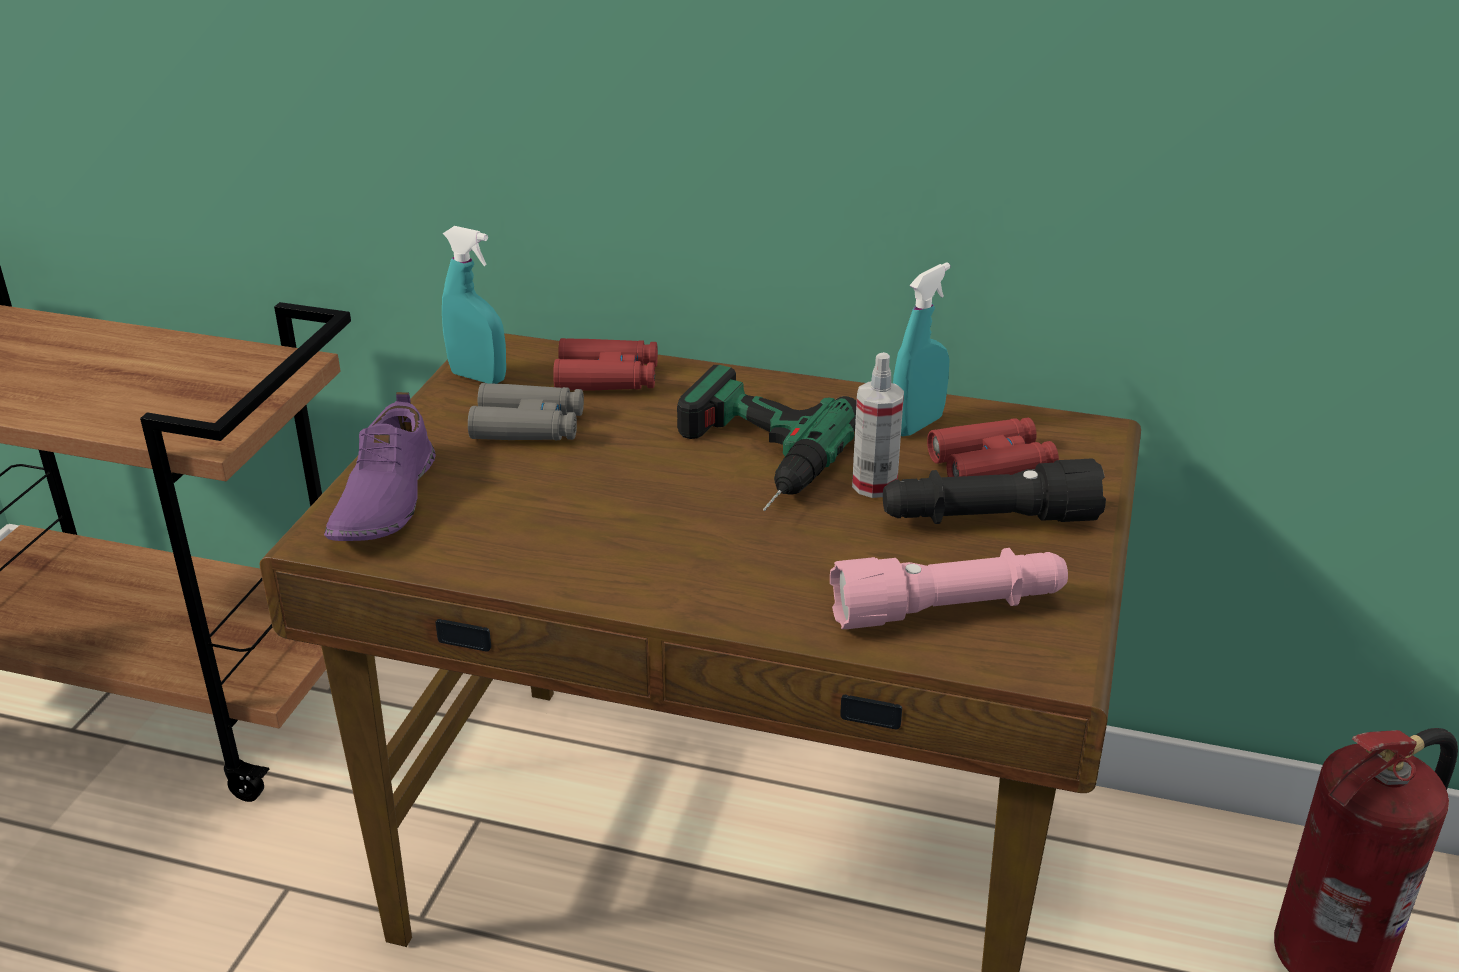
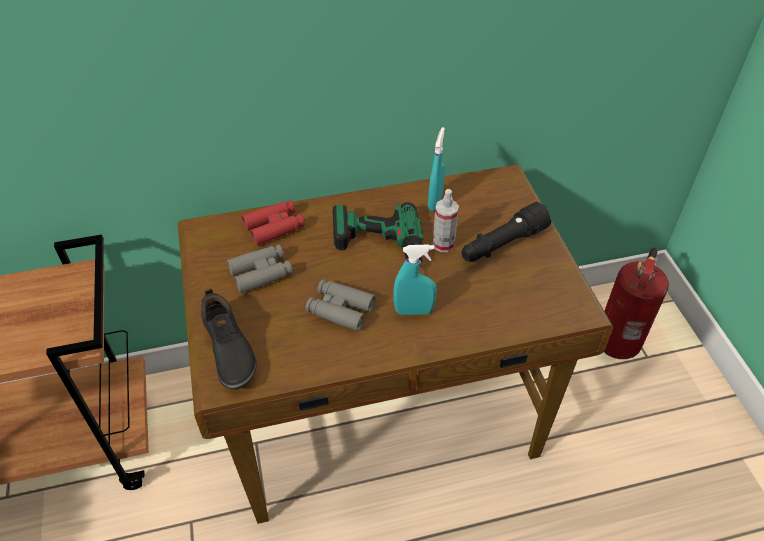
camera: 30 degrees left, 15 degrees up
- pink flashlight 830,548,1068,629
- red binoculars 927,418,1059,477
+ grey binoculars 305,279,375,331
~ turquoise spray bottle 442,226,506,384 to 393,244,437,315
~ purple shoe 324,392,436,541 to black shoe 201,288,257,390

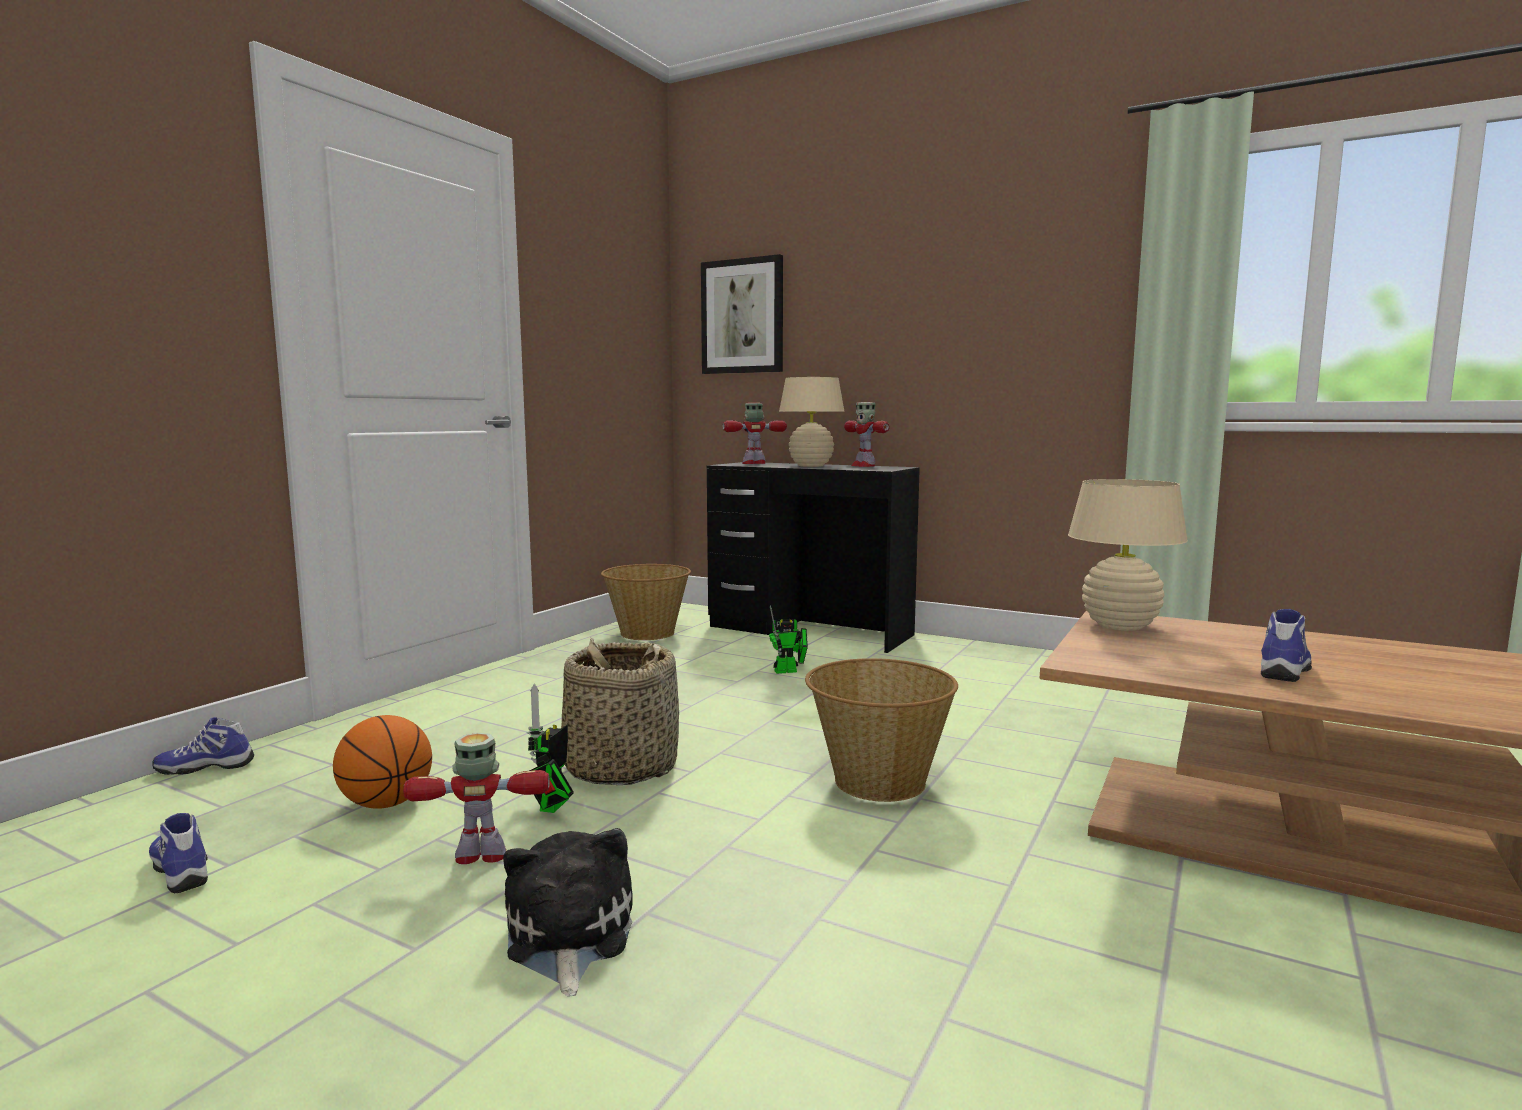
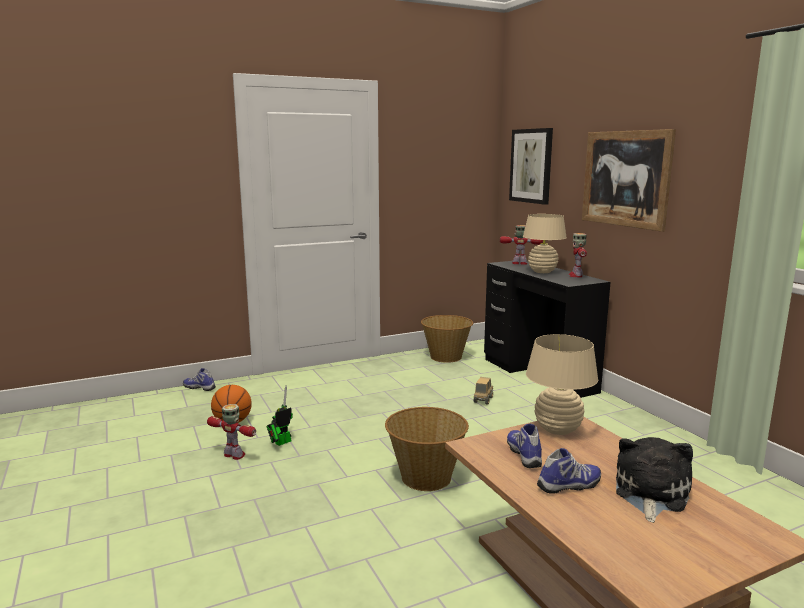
camera: 35 degrees right, 5 degrees up
- basket 561,637,679,785
+ picture 582,129,676,232
~ shoe 149,813,208,893 to 507,423,542,468
~ plush toy 503,828,633,996 to 616,437,693,523
~ toy robot 769,605,808,674 to toy truck 474,377,493,405

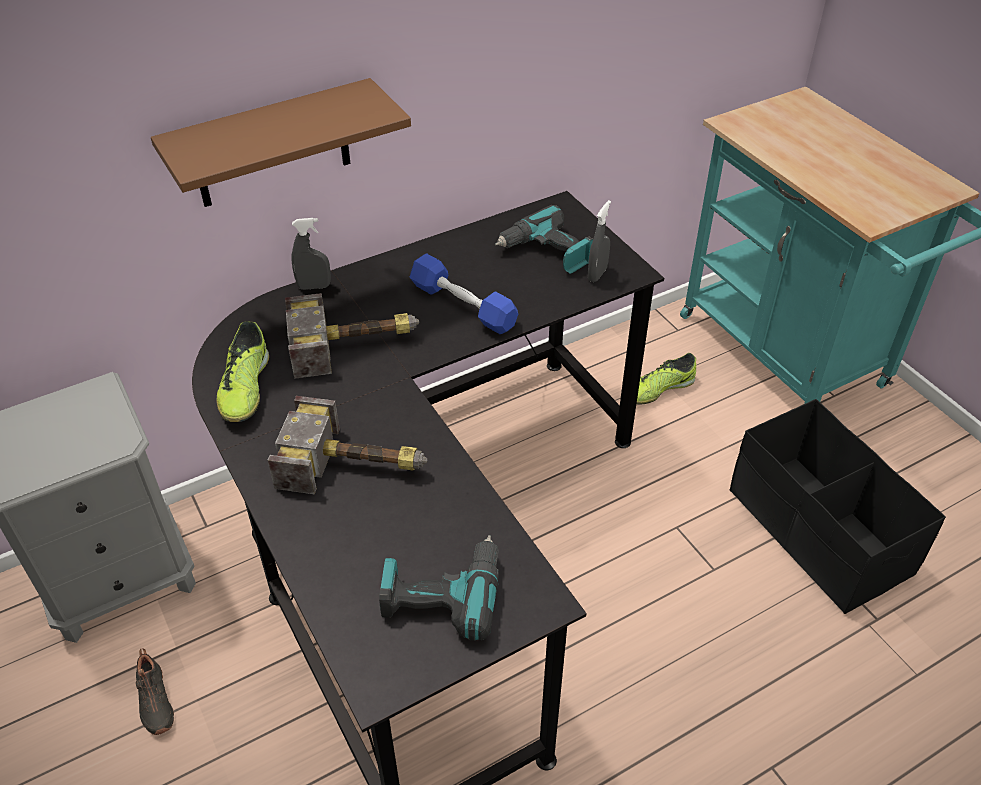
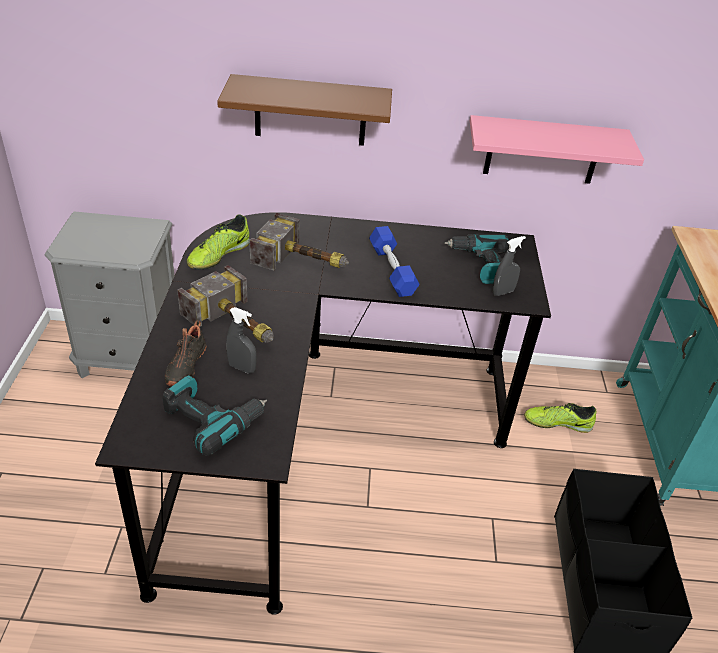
camera: 30 degrees right, 5 degrees down
+ pink shelf 470,115,644,184
~ black shoe 136,648,174,735 to 165,320,207,386
~ grey spray bottle 291,218,331,290 to 226,307,257,373

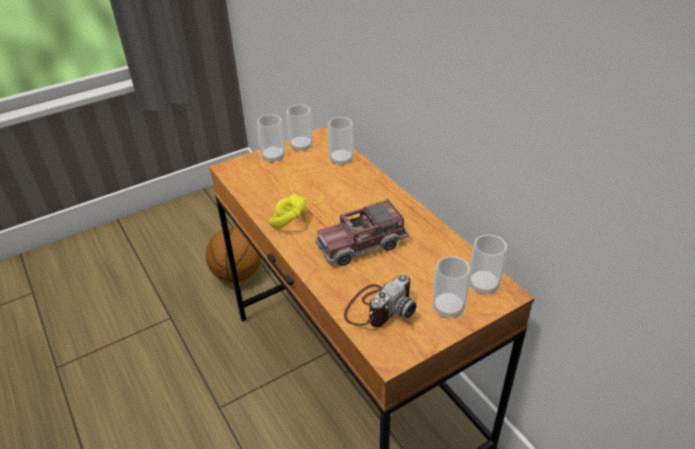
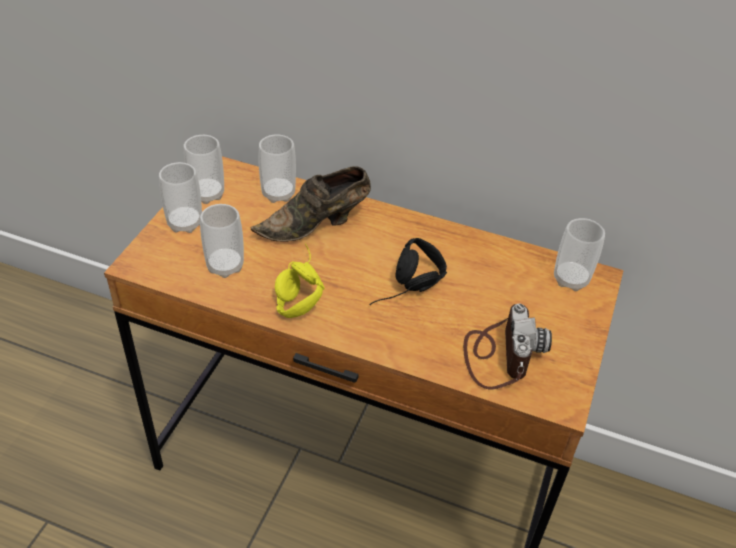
camera: 40 degrees left, 5 degrees up
- basketball 206,227,261,283
+ brown shoe 251,166,371,242
~ cup 433,256,470,318 to 200,204,244,278
~ toy truck 315,199,409,266 to black headphones 369,238,447,305

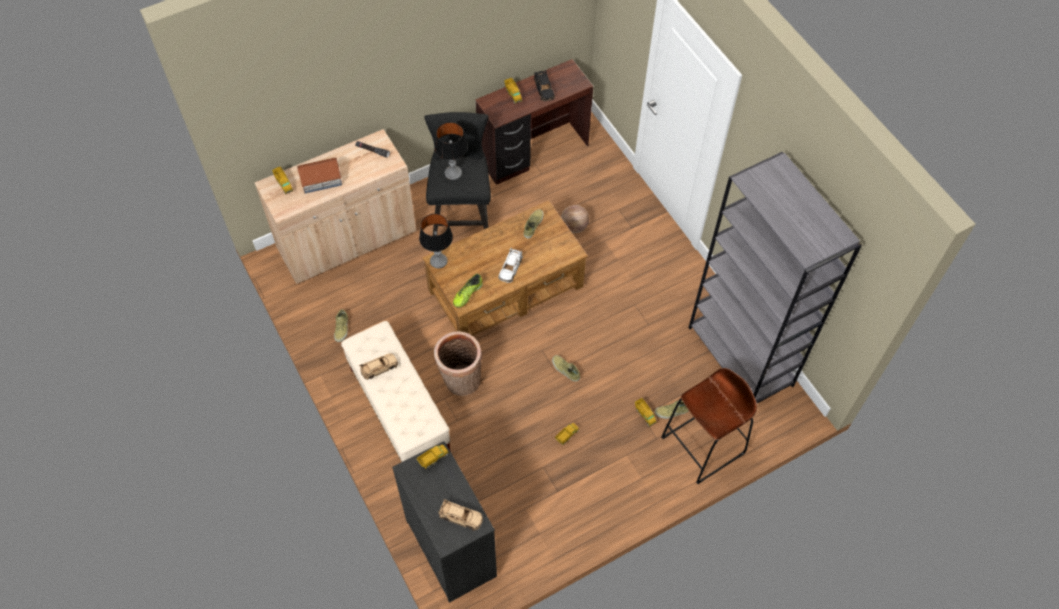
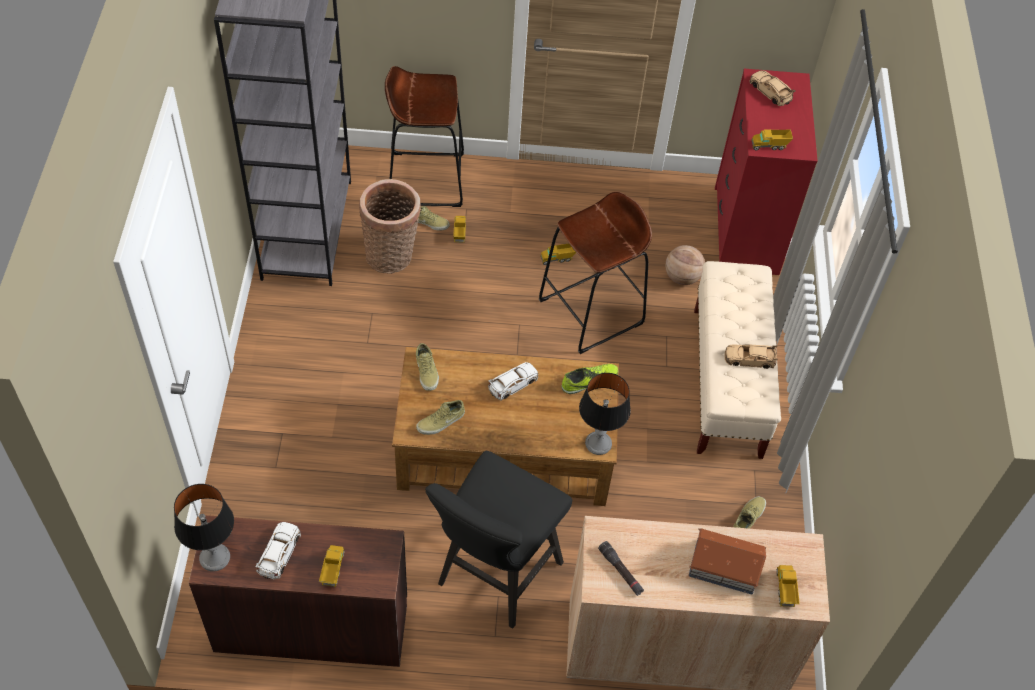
camera: 150 degrees left, 5 degrees down
+ brown stool 538,192,652,354
~ basket 434,331,482,396 to 359,179,421,274
~ table lamp 435,122,468,180 to 174,484,234,572
~ beige shoe 552,355,580,382 to 416,343,439,391
~ basketball 561,205,589,233 to 665,245,705,285
~ black dresser 392,441,497,603 to red dresser 715,69,818,275
~ black toy car 534,70,555,101 to white toy car 255,522,301,579

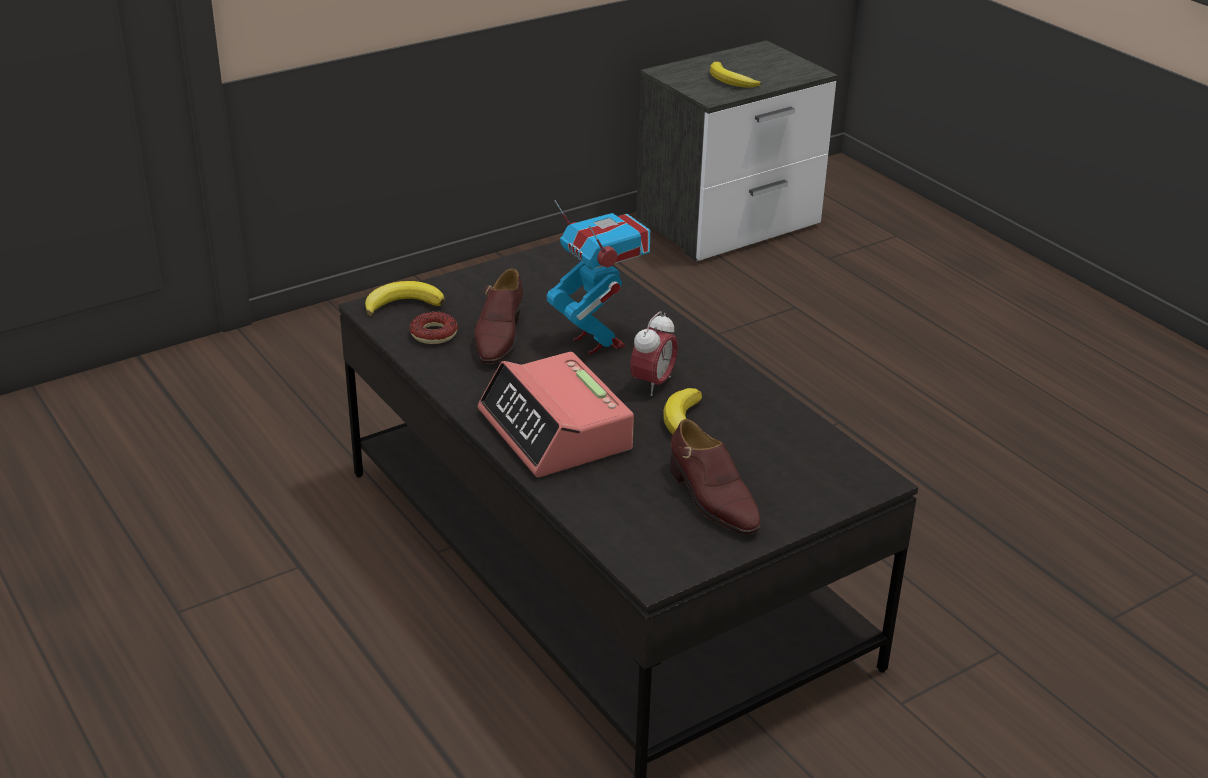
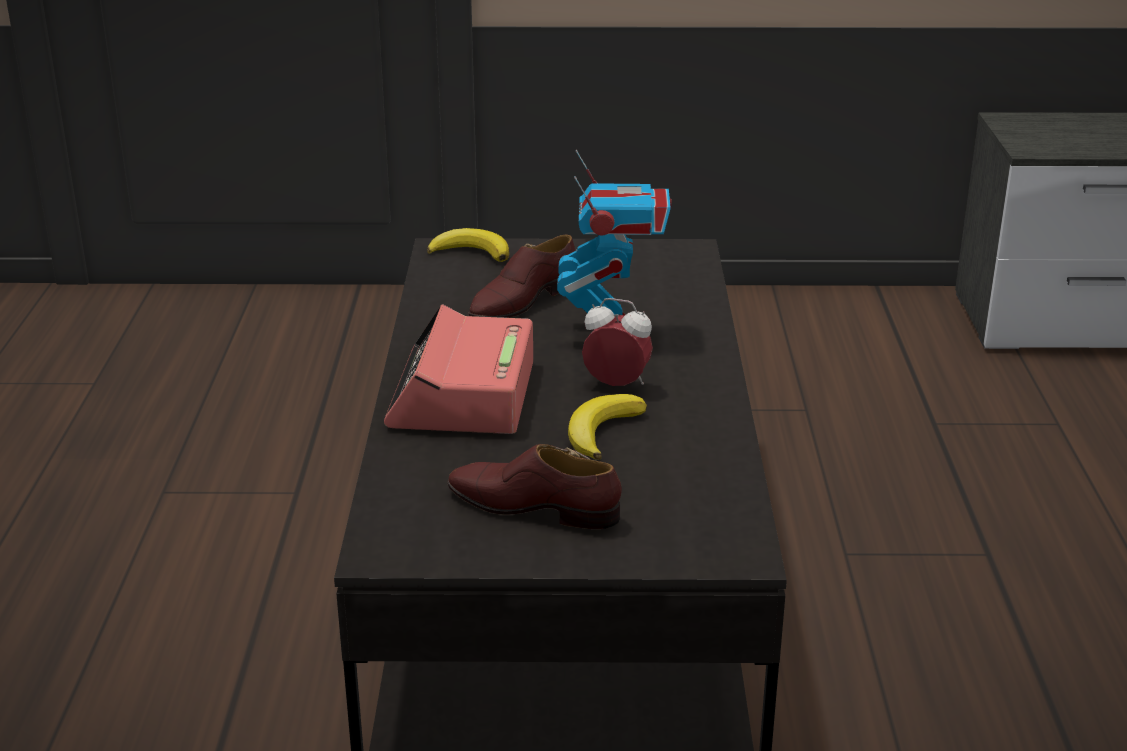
camera: 35 degrees right, 5 degrees down
- donut 410,311,458,344
- banana 710,62,761,88
~ alarm clock 630,311,678,396 = 582,298,653,386 135 degrees counterclockwise
~ brown shoe 670,419,760,535 = 448,444,622,529 105 degrees clockwise

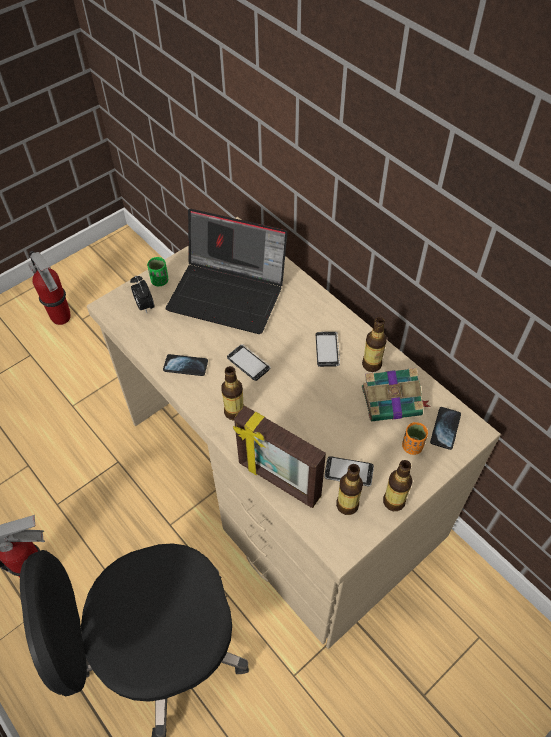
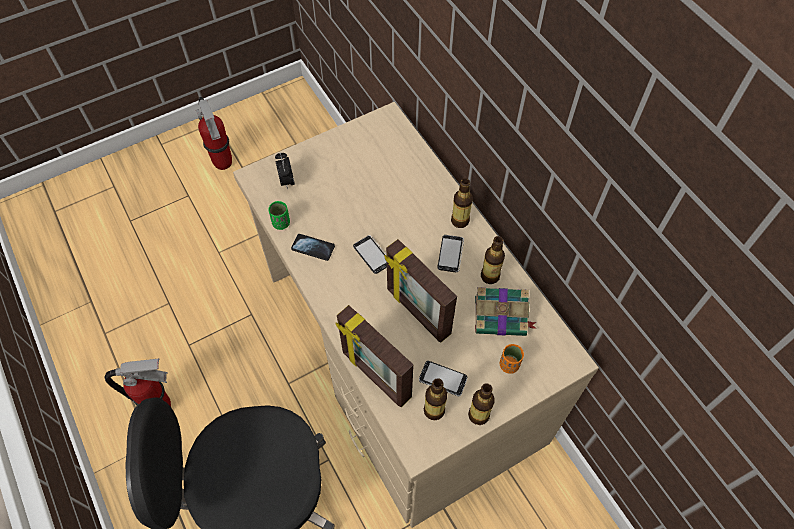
camera: 10 degrees right, 5 degrees up
- laptop 166,209,287,334
- phone 430,407,461,450
+ picture frame 384,239,457,343
~ green cup 147,257,168,286 to 268,201,290,230
~ bottle 221,366,244,421 to 451,178,473,228

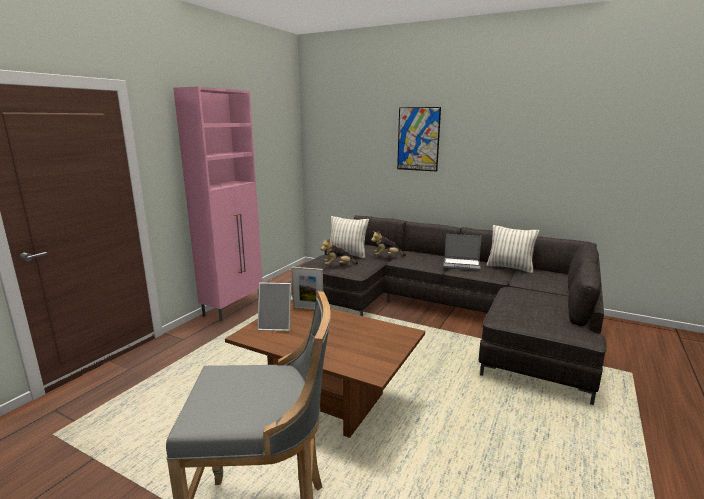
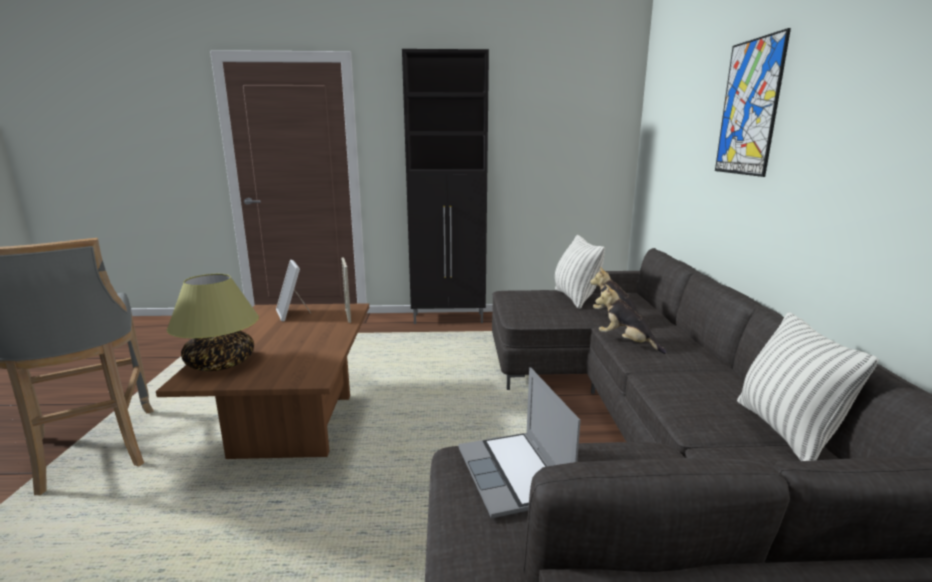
camera: 60 degrees right, 0 degrees up
+ table lamp 167,274,259,371
~ plush toy 321,239,358,265 to 595,284,667,354
~ laptop 443,234,482,271 to 458,367,581,519
~ pink cabinet 173,87,263,321 to black cabinet 402,49,489,324

